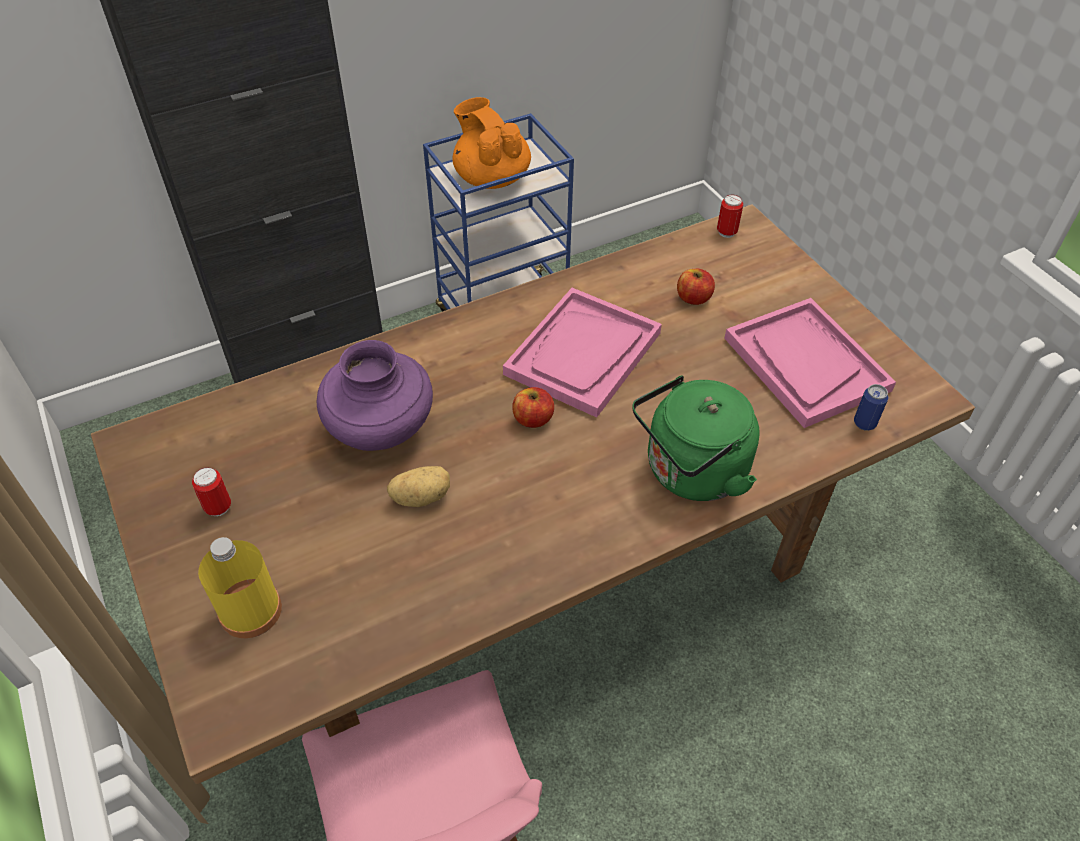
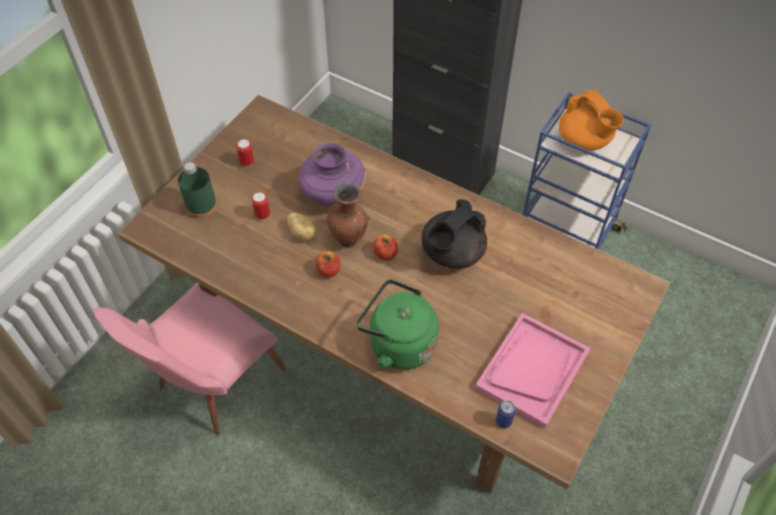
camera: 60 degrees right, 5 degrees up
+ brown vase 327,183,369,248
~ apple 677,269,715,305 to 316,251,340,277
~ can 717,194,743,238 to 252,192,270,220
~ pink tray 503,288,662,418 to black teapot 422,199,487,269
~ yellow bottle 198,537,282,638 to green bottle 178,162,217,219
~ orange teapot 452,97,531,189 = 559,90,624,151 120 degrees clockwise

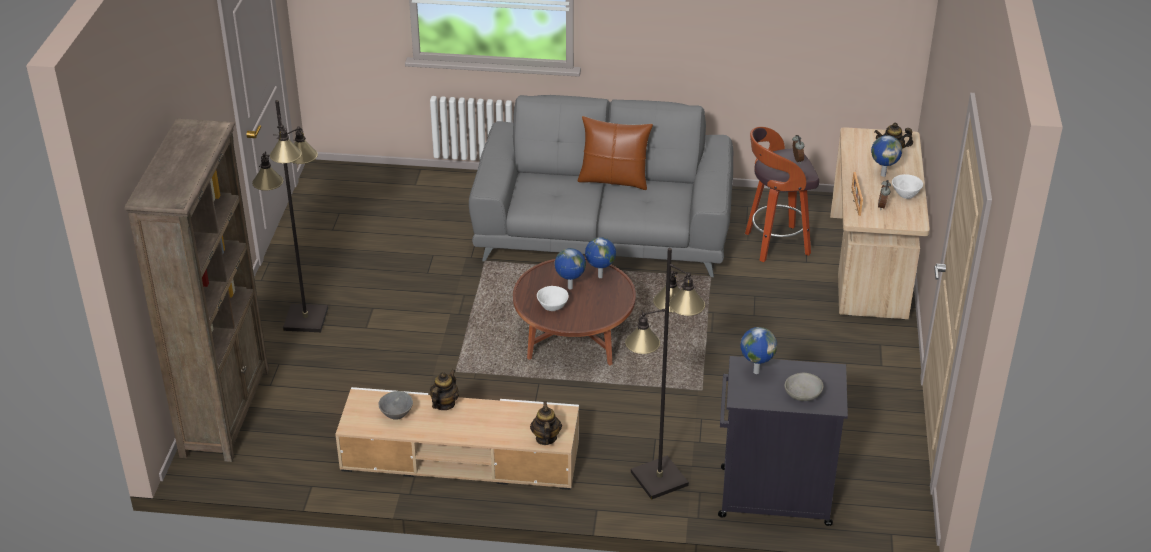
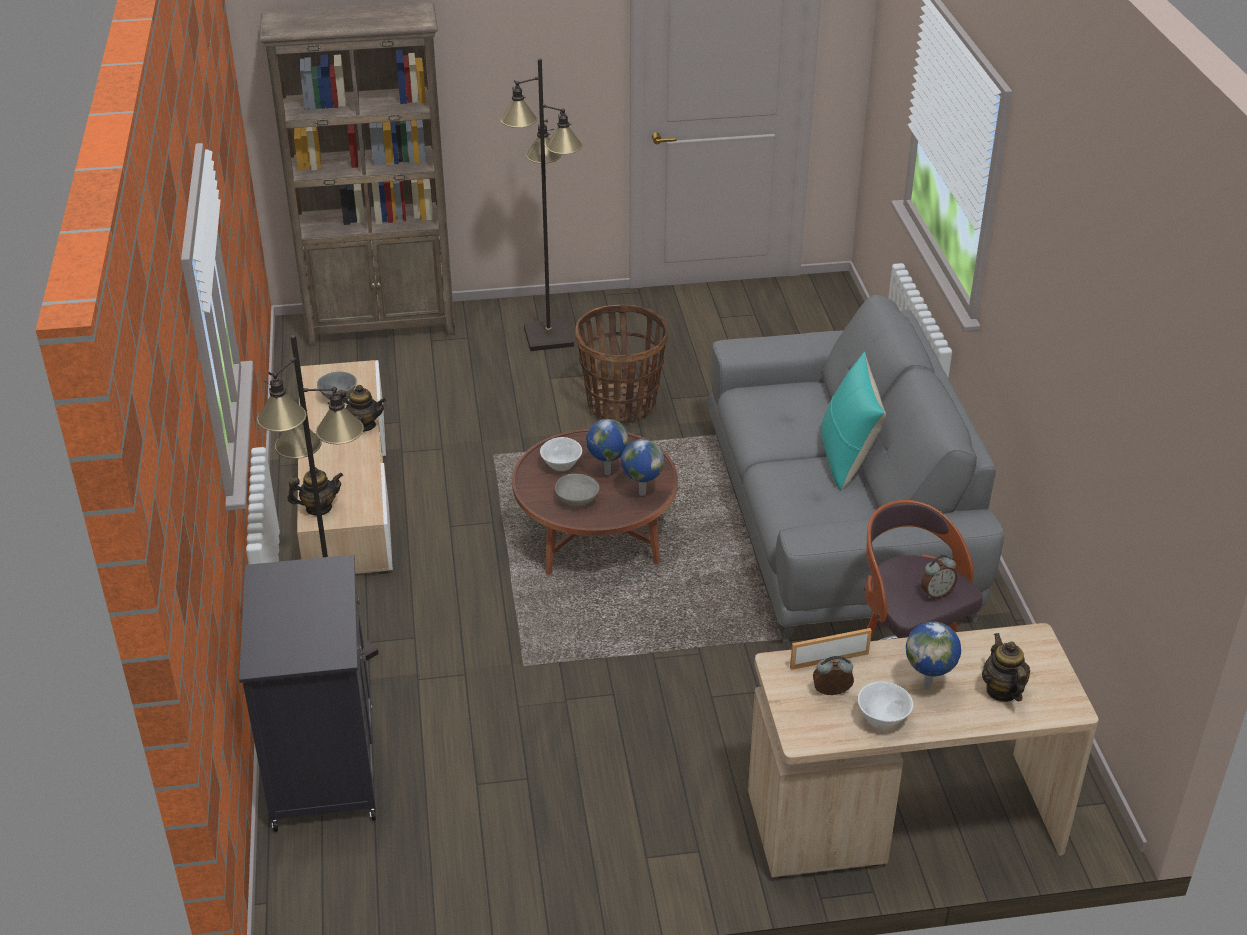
camera: 75 degrees right, 0 degrees up
- globe 740,327,777,374
+ basket 575,305,668,424
~ grey bowl 784,373,824,401 to 555,474,599,506
~ brown pillow 577,116,653,190 to turquoise pillow 821,352,886,490

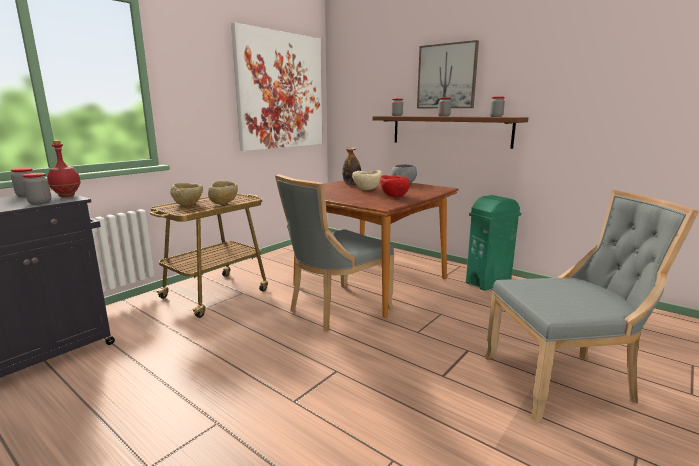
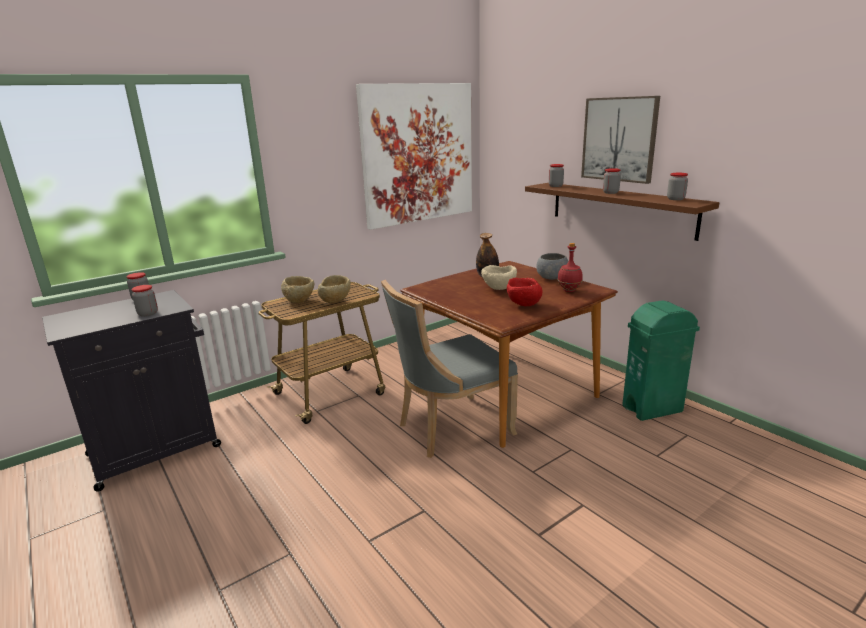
camera: 15 degrees right, 5 degrees up
- grey chair 484,190,699,422
~ red bottle 47,141,81,197 to 557,243,583,292

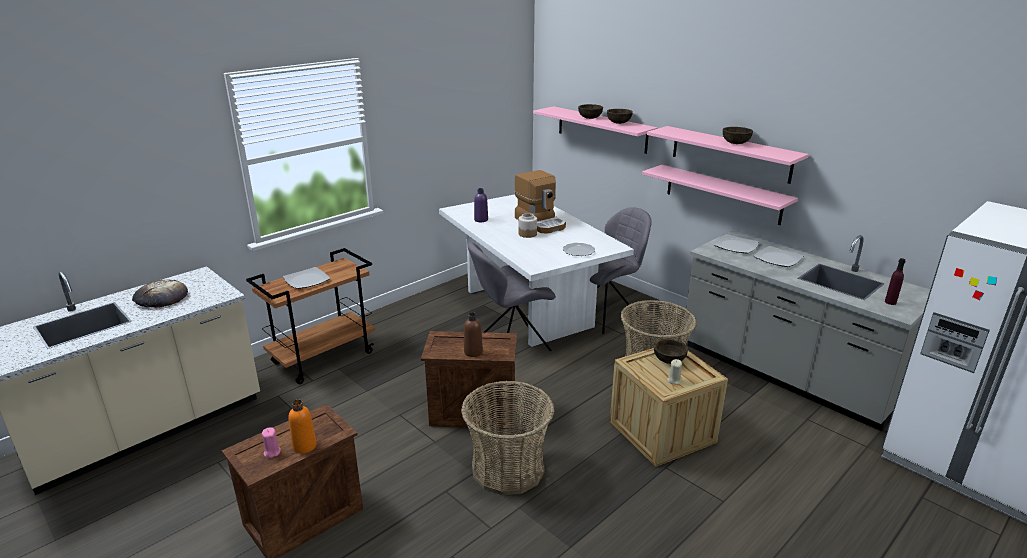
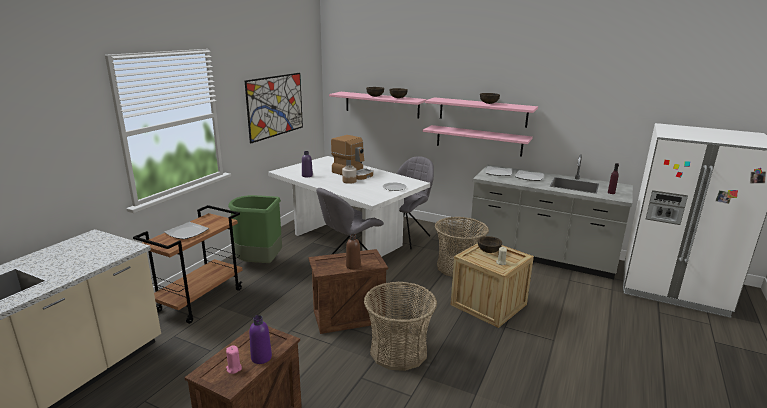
camera: 20 degrees left, 5 degrees down
- bread 132,280,188,308
+ green trash can 228,195,282,263
+ picture 245,73,303,144
~ orange bottle 289,400,316,454 to purple bottle 249,315,272,364

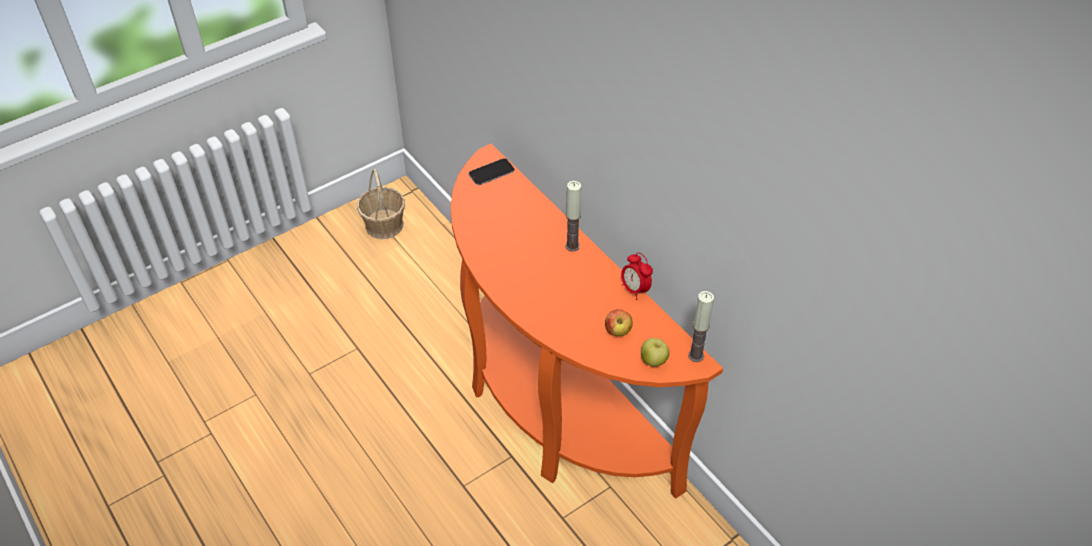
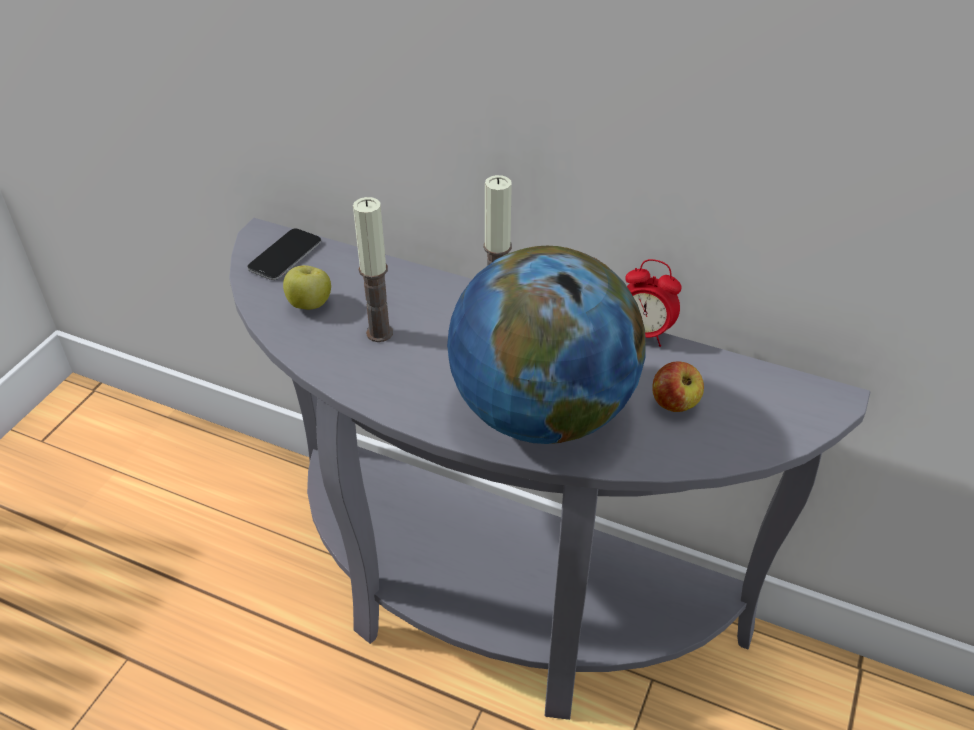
camera: 30 degrees left, 5 degrees down
- basket 357,169,405,239
+ globe 447,246,646,444
~ apple 641,338,670,367 to 283,265,331,310
~ candle 688,291,714,362 to 353,197,393,342
~ orange console table 450,143,723,499 to grey console table 229,218,870,720

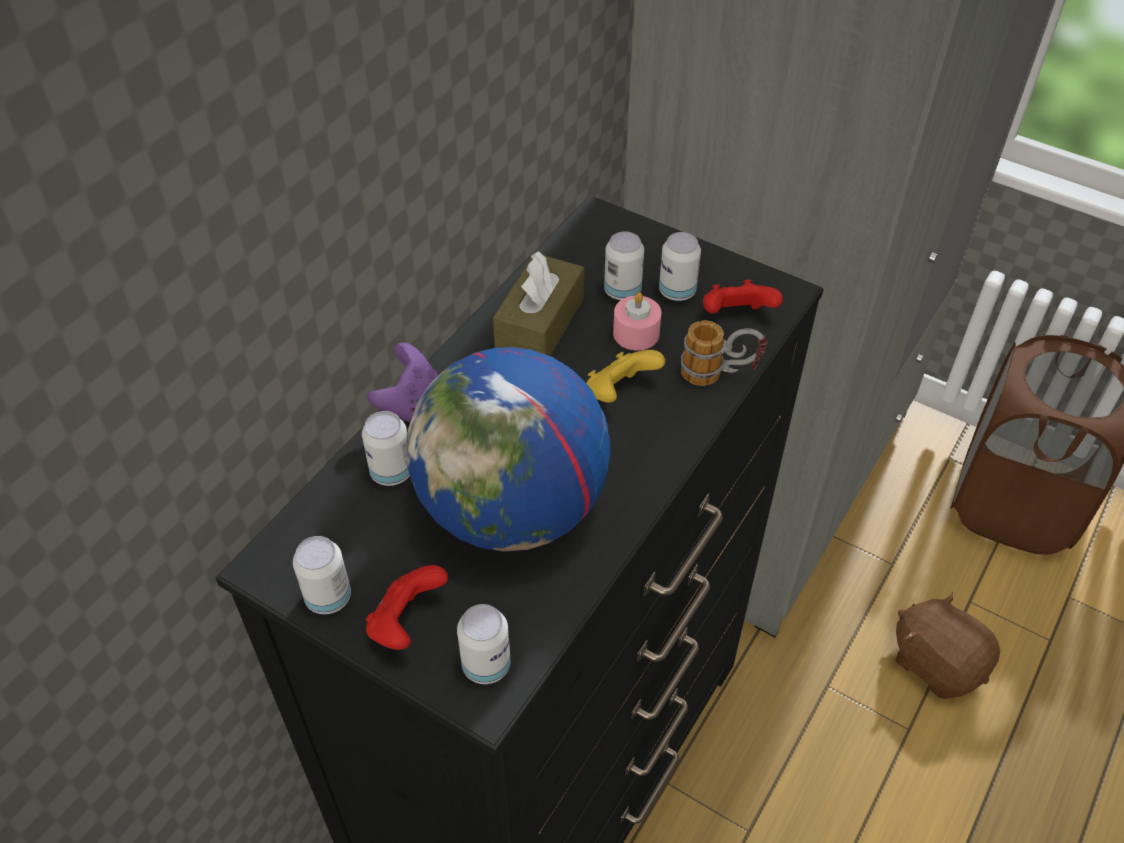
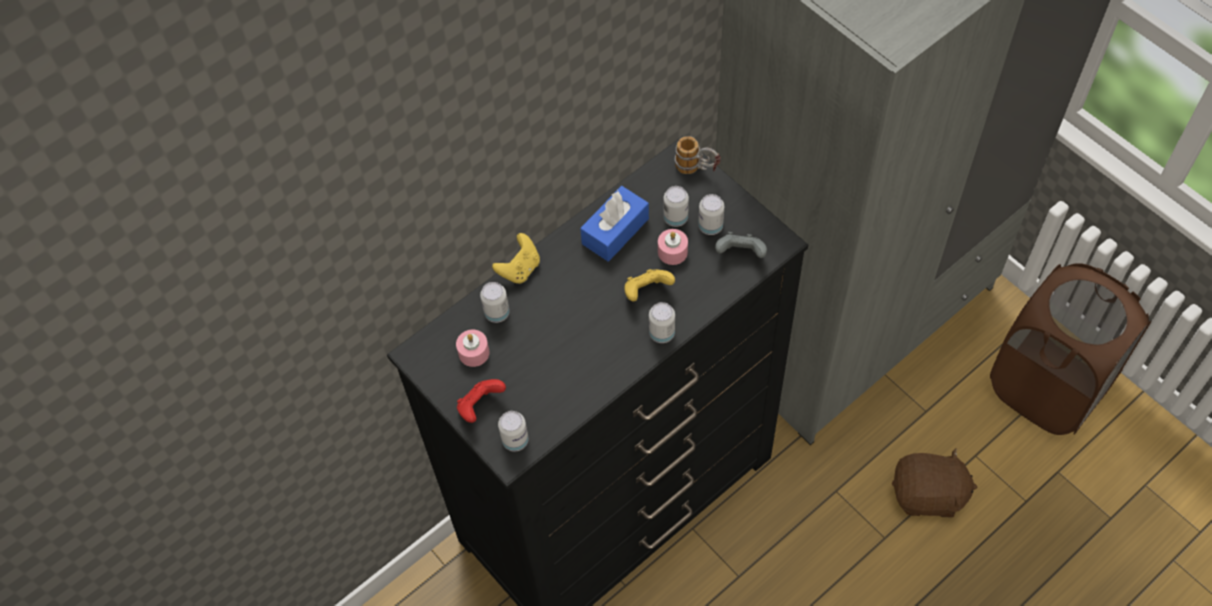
camera: 20 degrees right, 10 degrees up
- globe 407,347,611,551
+ pink candle 456,330,490,367
~ can 293,536,351,614 to 649,302,675,343
~ mug 681,320,768,386 to 675,136,721,174
~ purple game controller 367,342,437,423 to yellow game controller 492,233,540,284
~ brown tissue box 493,251,584,356 to blue tissue box 580,186,649,262
~ red game controller 703,280,783,313 to grey game controller 715,232,767,258
~ brown plush toy 895,592,1000,699 = 892,448,977,517 120 degrees clockwise

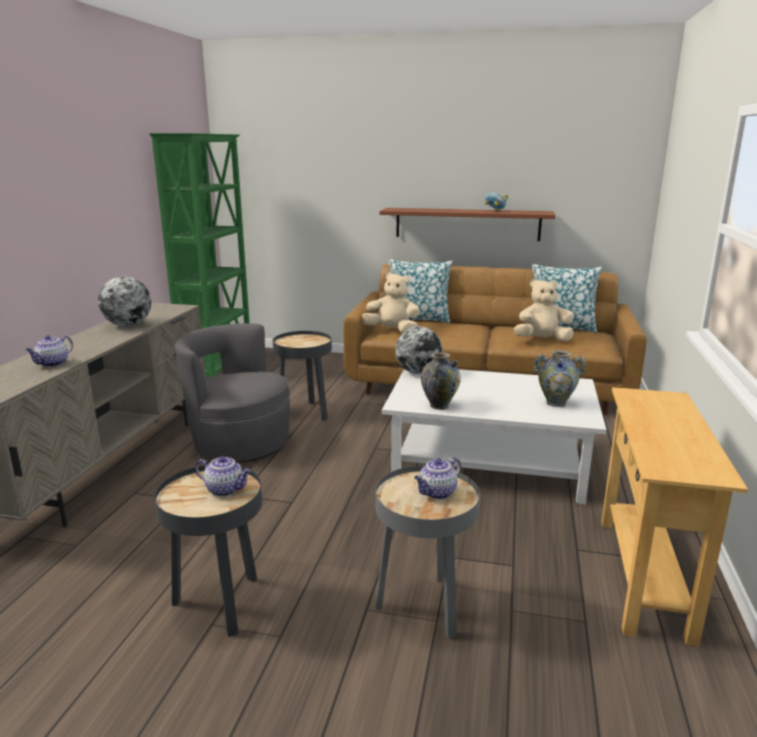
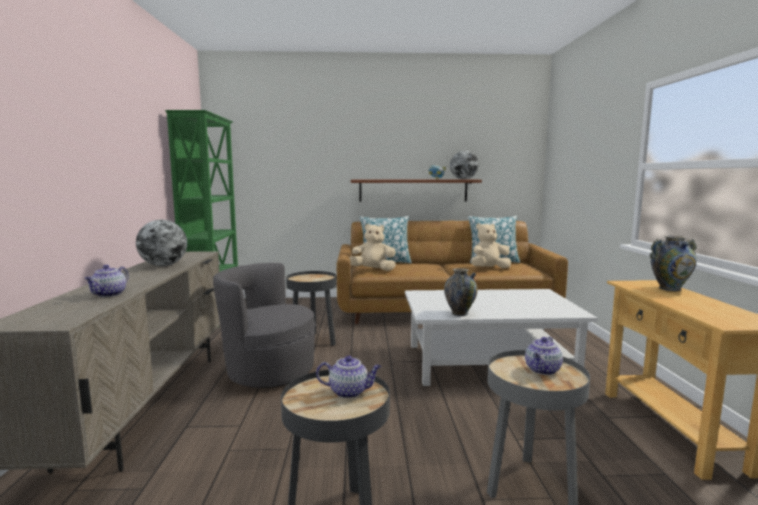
camera: 15 degrees left, 10 degrees down
~ globe 395,327,443,374 to 450,151,479,179
~ vase 533,350,587,407 to 650,236,697,291

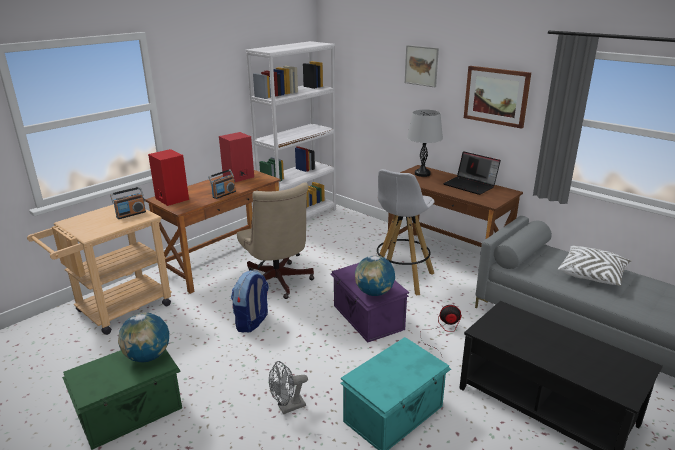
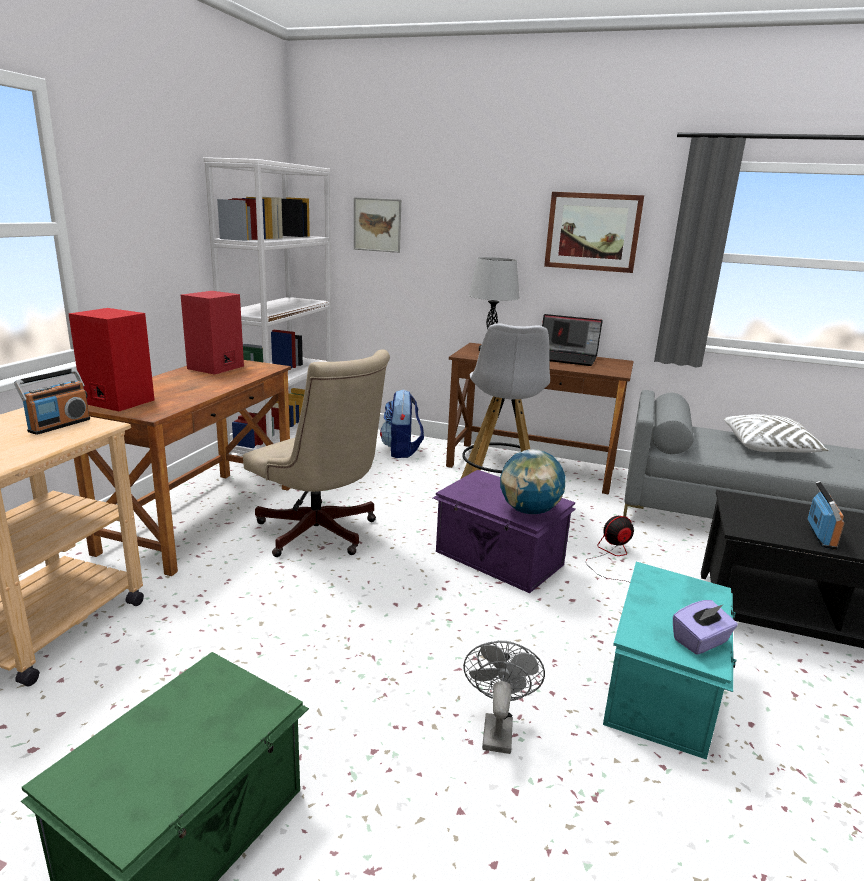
camera: 25 degrees left, 5 degrees down
- globe 118,313,169,363
+ purple tissue box 673,600,738,655
~ radio 208,169,236,199 to 807,481,845,550
~ backpack 231,270,269,332 to 380,389,424,458
~ picture 405,45,439,87 to 354,197,401,253
~ grey fan 269,361,308,414 = 463,641,545,754 150 degrees clockwise

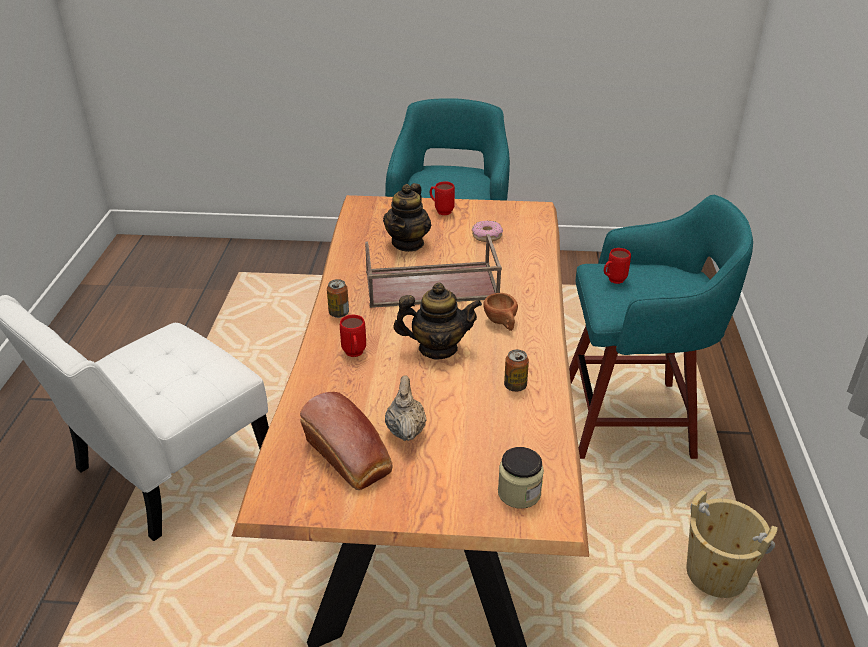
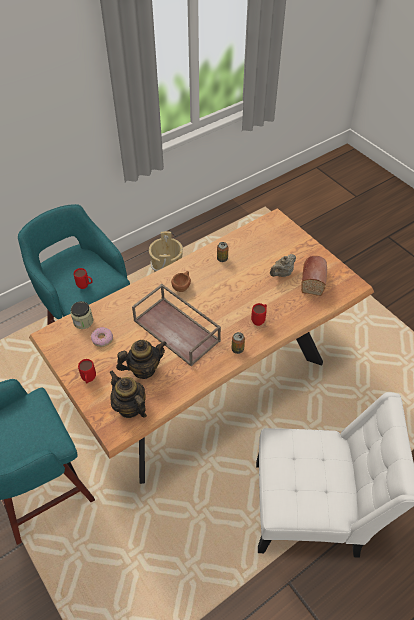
camera: 130 degrees left, 15 degrees up
~ teapot 394,283,482,359 to 109,370,147,418
~ jar 498,447,544,508 to 71,301,93,329

